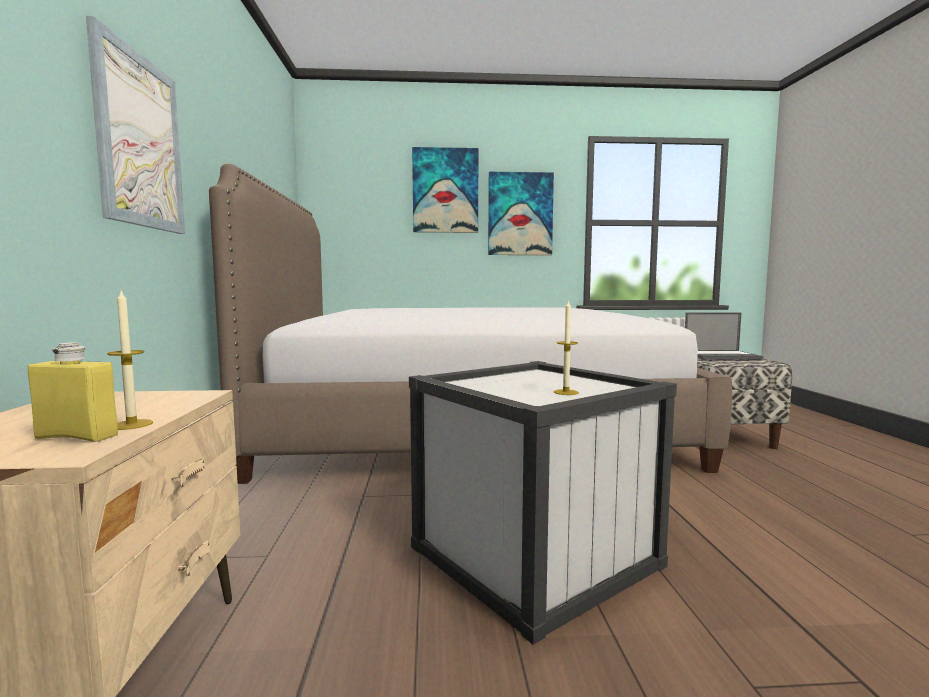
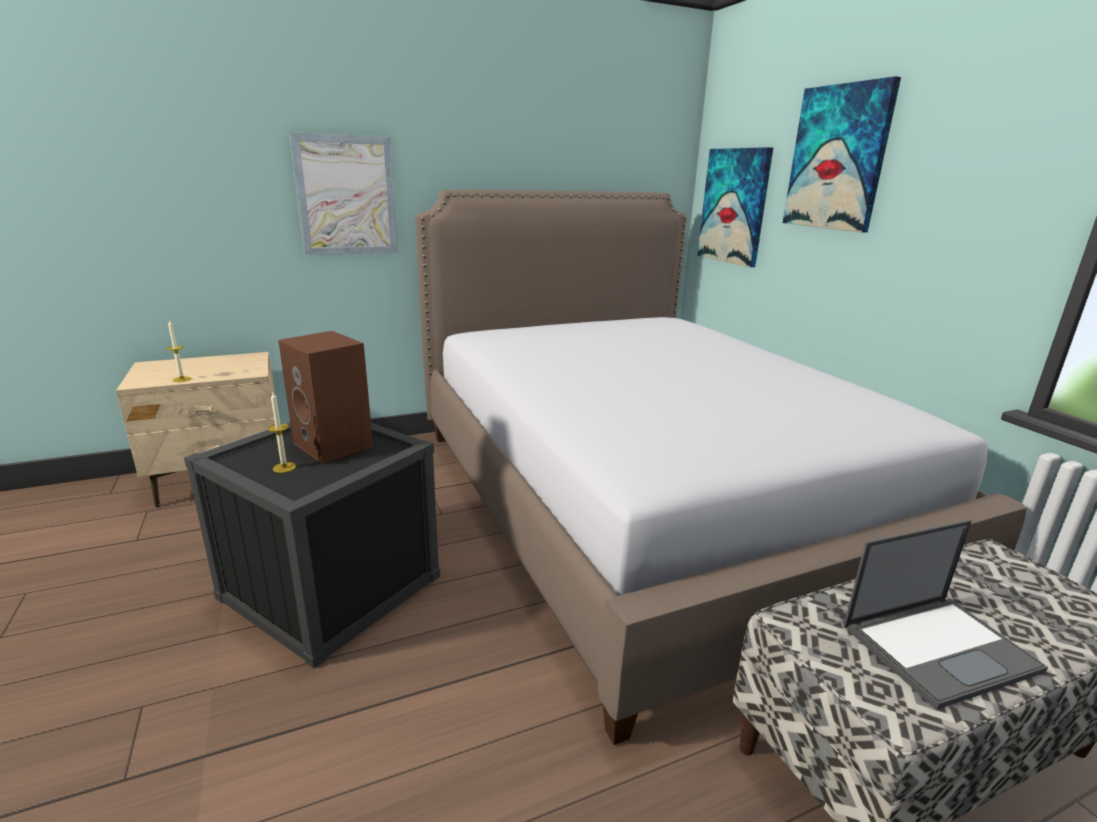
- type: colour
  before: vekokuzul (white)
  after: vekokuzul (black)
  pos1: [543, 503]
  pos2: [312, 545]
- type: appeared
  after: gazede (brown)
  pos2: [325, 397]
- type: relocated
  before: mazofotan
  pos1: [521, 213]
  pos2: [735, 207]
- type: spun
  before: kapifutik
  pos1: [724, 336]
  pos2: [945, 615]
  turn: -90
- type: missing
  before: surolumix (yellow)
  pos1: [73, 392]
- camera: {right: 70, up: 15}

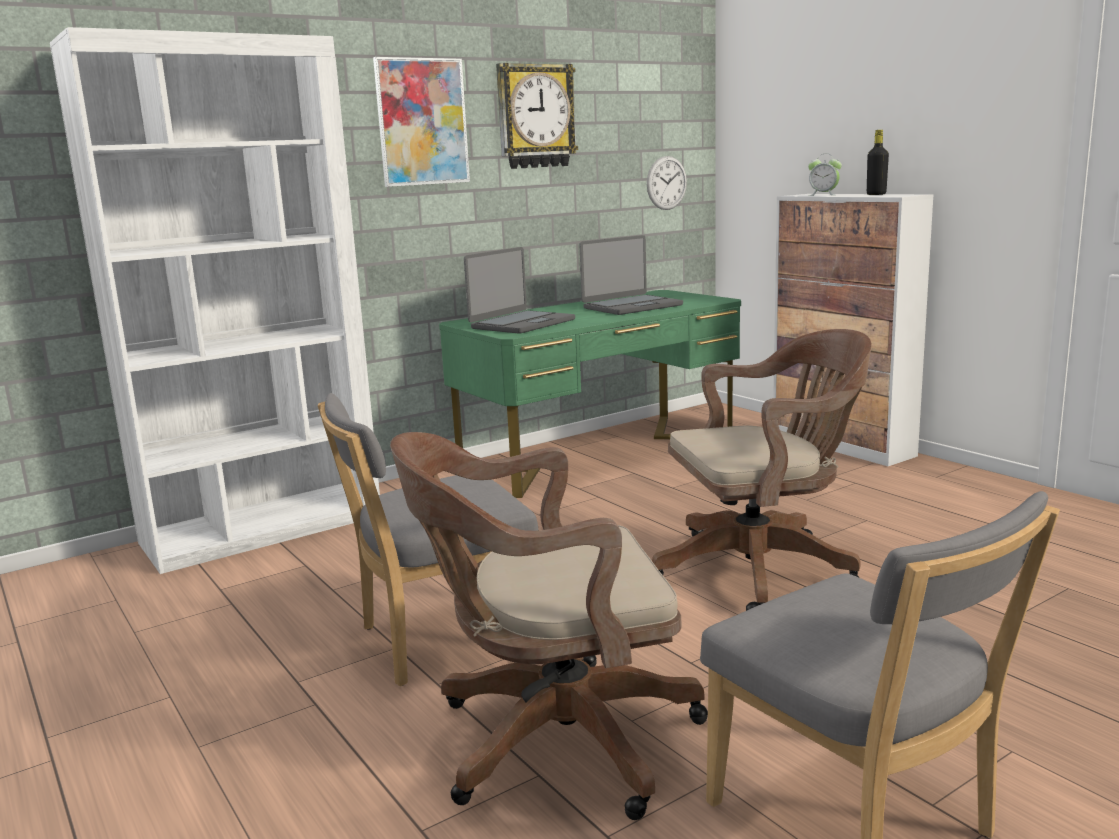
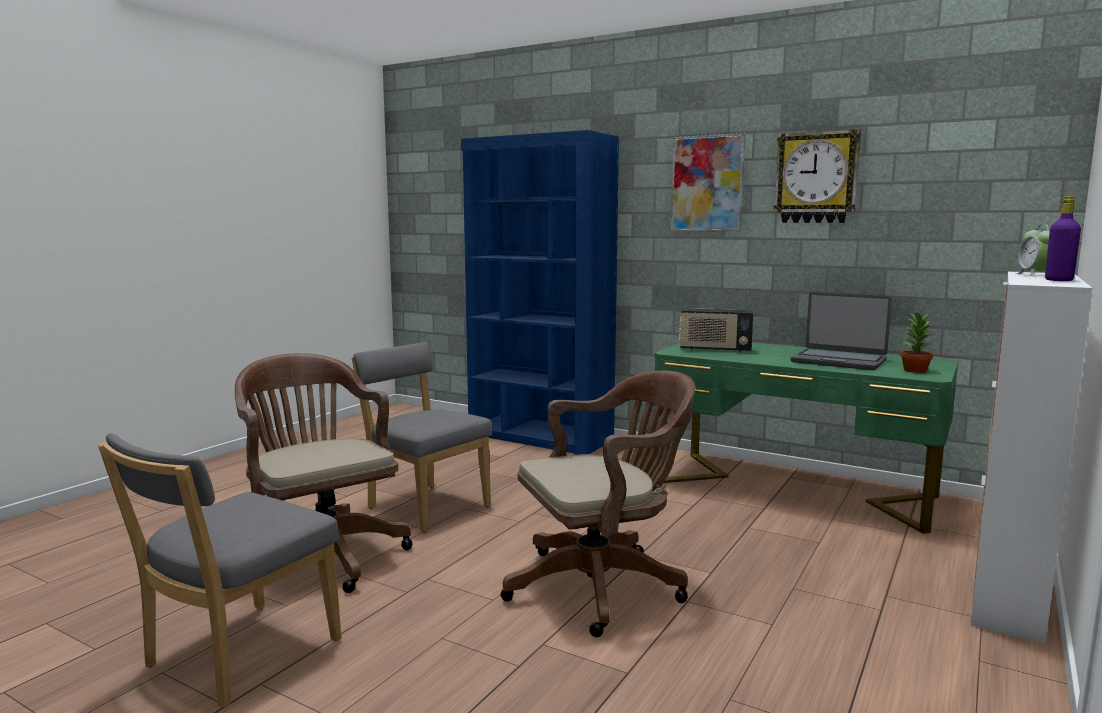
- type: colour
  before: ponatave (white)
  after: ponatave (blue)
  pos1: [215, 300]
  pos2: [540, 292]
- type: spun
  before: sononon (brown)
  pos1: [762, 470]
  pos2: [598, 504]
  turn: -75
- type: exchanged
  before: kapifutik
  after: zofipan
  pos1: [519, 290]
  pos2: [716, 330]
- type: appeared
  after: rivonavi
  pos2: [916, 342]
- type: colour
  before: surolumix (black)
  after: surolumix (purple)
  pos1: [878, 162]
  pos2: [1063, 238]
- type: missing
  before: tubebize
  pos1: [667, 183]
- camera: {right: 65, up: -5}

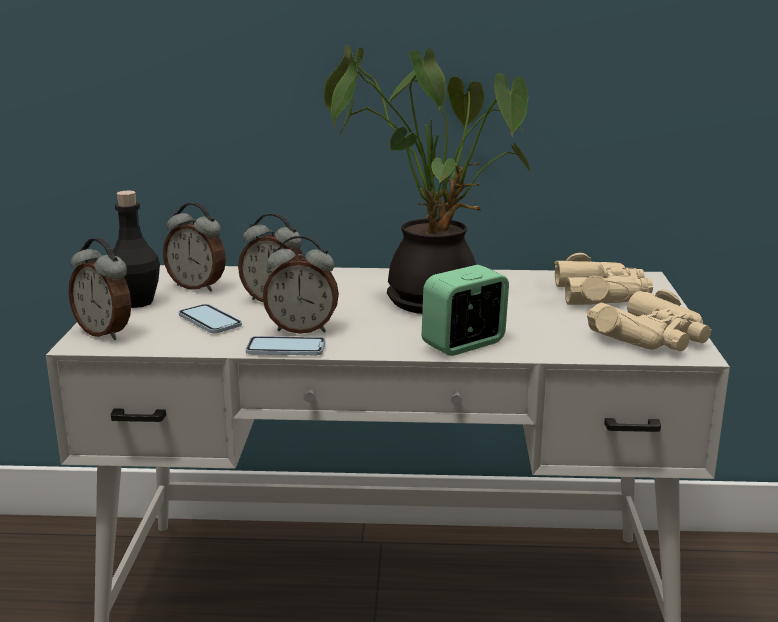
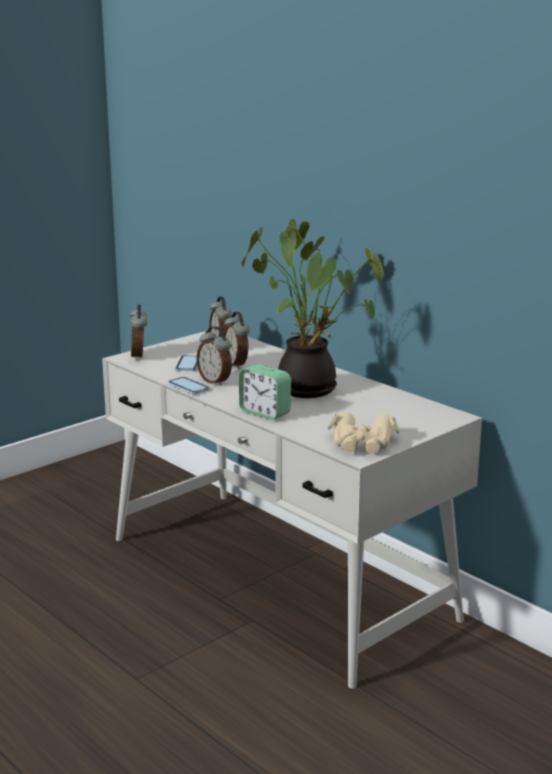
- type: spun
  before: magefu
  pos1: [465, 310]
  pos2: [265, 392]
  turn: -150
- type: missing
  before: surolumix (black)
  pos1: [136, 249]
- type: missing
  before: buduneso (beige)
  pos1: [603, 279]
- camera: {right: 45, up: 0}

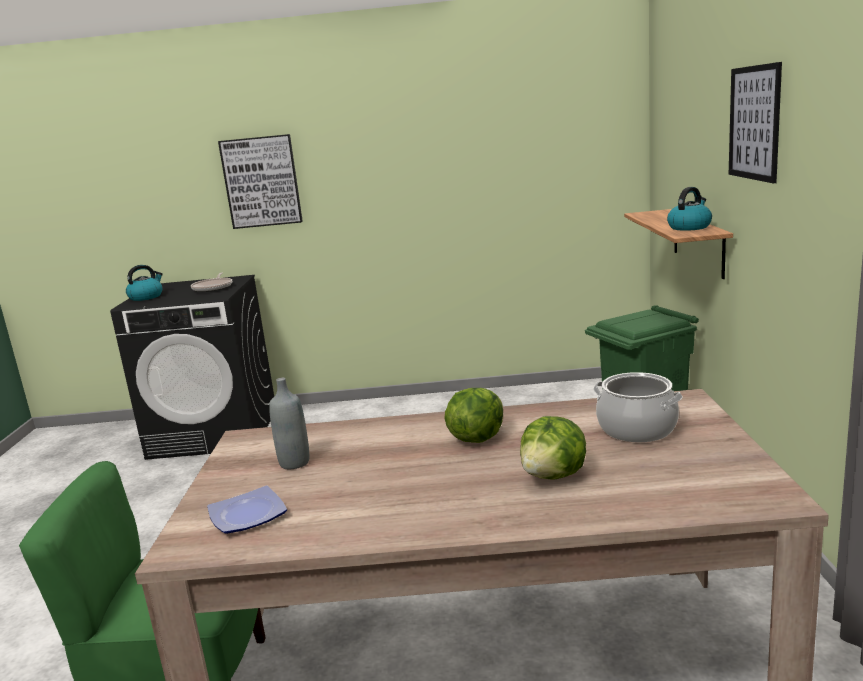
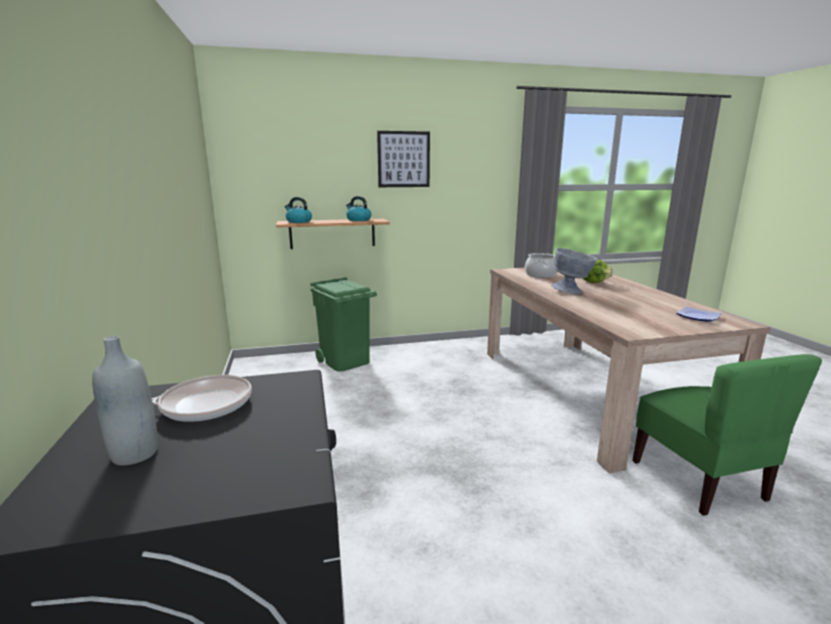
- type: relocated
  before: surolumix (grey)
  pos1: [289, 423]
  pos2: [125, 401]
- type: relocated
  before: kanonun
  pos1: [144, 283]
  pos2: [298, 210]
- type: exchanged
  before: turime
  after: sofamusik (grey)
  pos1: [473, 415]
  pos2: [574, 271]
- type: missing
  before: mazofotan
  pos1: [260, 181]
- camera: {right: -105, up: 0}

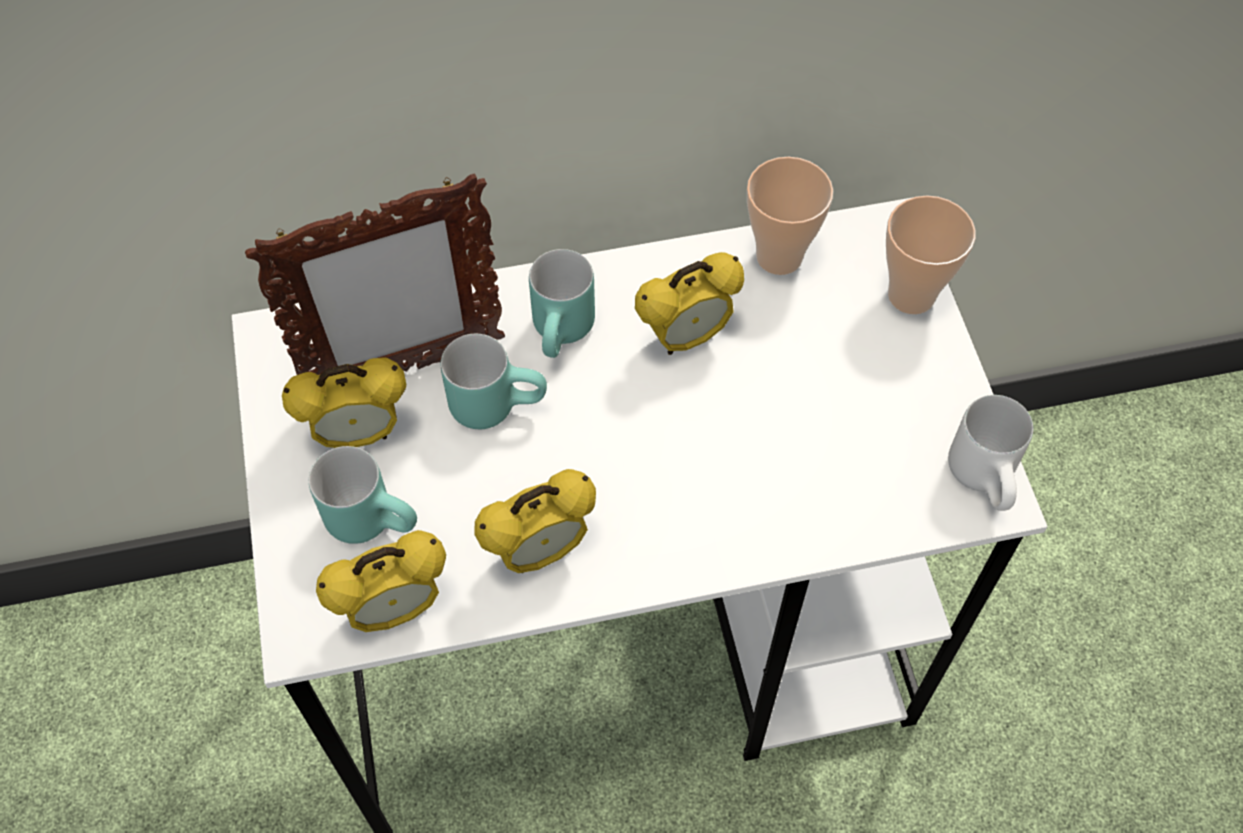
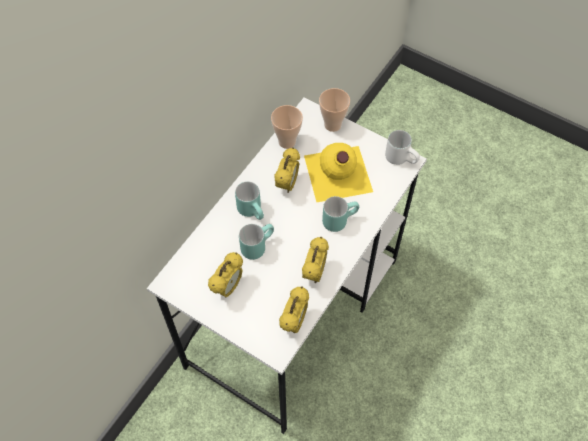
- type: appeared
  after: surolumix (yellow)
  pos2: [338, 172]
- type: relocated
  before: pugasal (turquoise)
  pos1: [363, 495]
  pos2: [340, 214]
- type: missing
  before: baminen
  pos1: [375, 274]
- camera: {right: -45, up: 0}

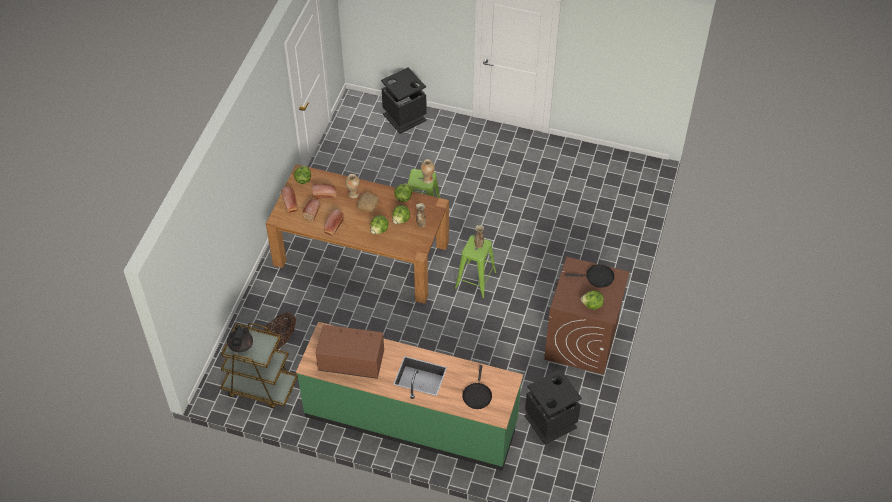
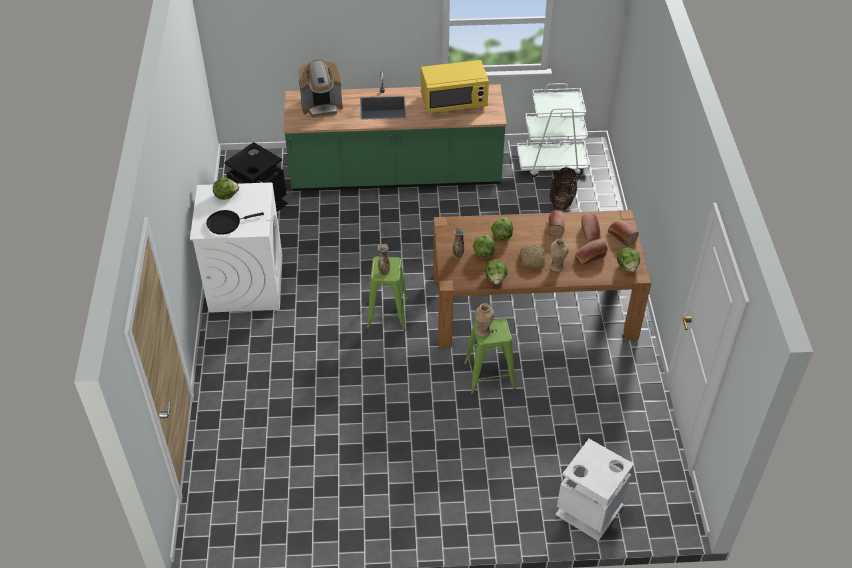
- type: colour
  before: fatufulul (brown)
  after: fatufulul (white)
  pos1: [587, 316]
  pos2: [236, 247]
- type: exchanged
  before: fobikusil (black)
  after: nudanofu
  pos1: [477, 387]
  pos2: [320, 89]
- type: colour
  before: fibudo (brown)
  after: fibudo (yellow)
  pos1: [350, 352]
  pos2: [455, 86]
- type: colour
  before: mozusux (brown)
  after: mozusux (white)
  pos1: [259, 365]
  pos2: [553, 130]
- type: colour
  before: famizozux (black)
  after: famizozux (white)
  pos1: [404, 100]
  pos2: [594, 490]
- type: missing
  before: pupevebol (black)
  pos1: [240, 338]
- camera: {right: 160, up: -5}

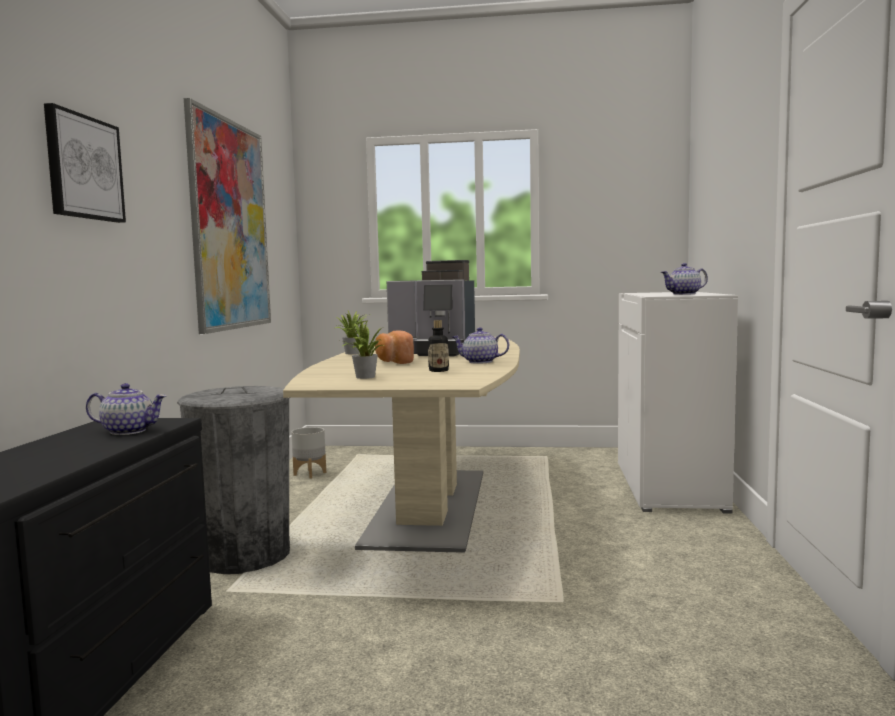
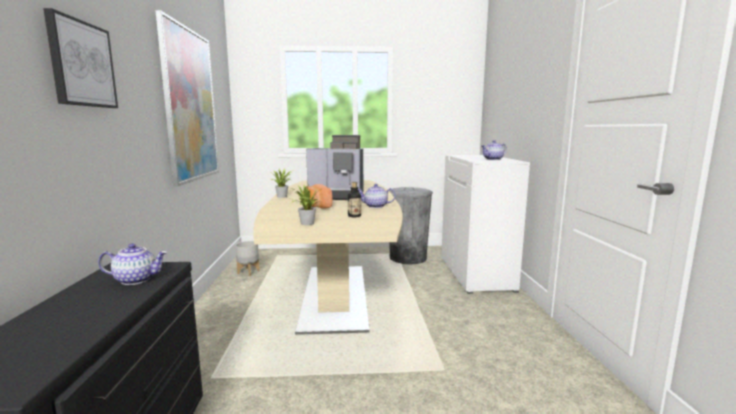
- type: relocated
  before: famizozux (grey)
  pos1: [233, 480]
  pos2: [411, 226]
- camera: {right: -10, up: 5}

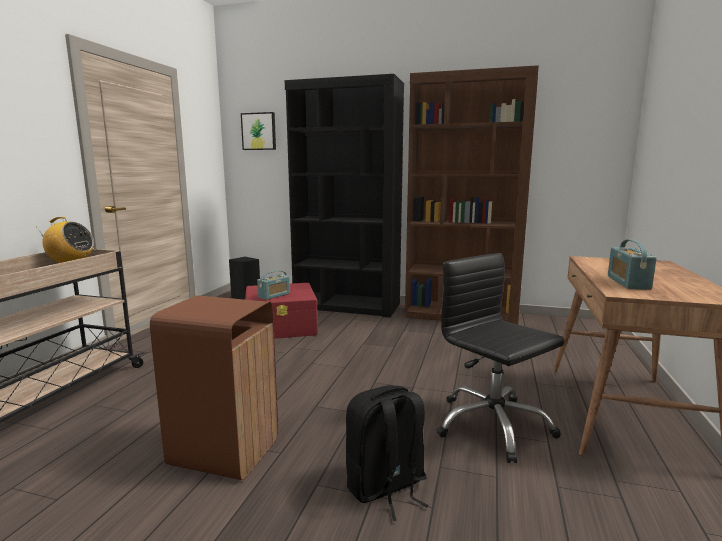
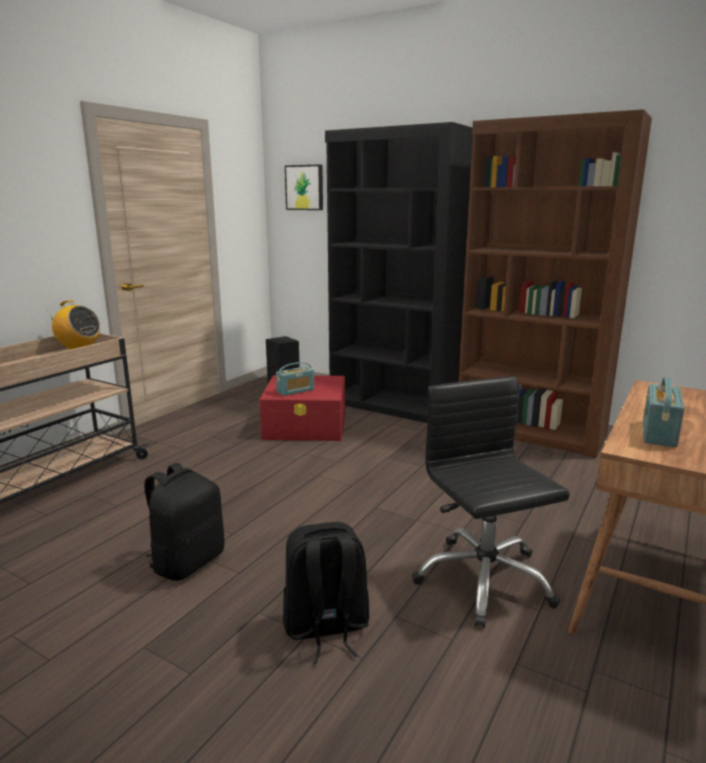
- type: exchanged
  before: famizozux (brown)
  after: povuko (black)
  pos1: [214, 388]
  pos2: [184, 522]
- camera: {right: 15, up: 5}

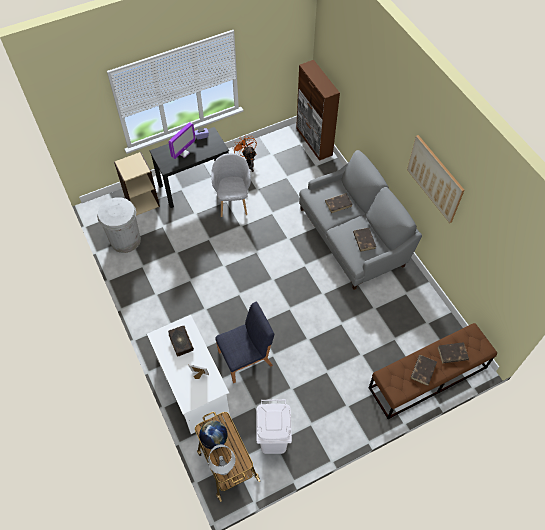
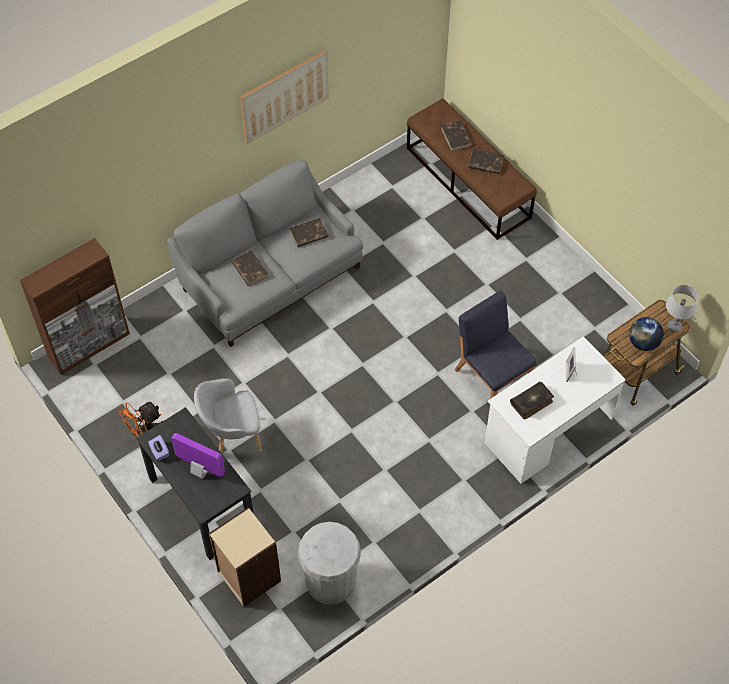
- type: missing
  before: famizozux (white)
  pos1: [274, 426]
- camera: {right: -100, up: 0}

